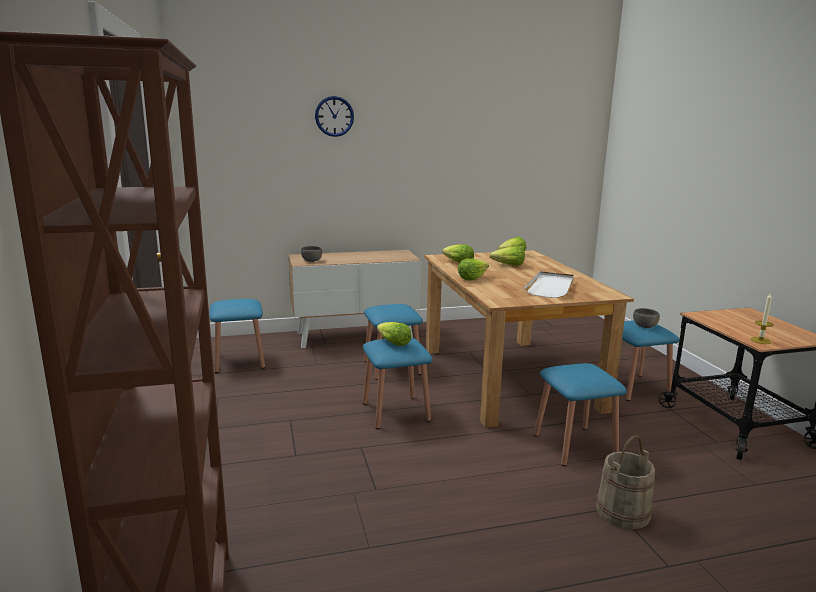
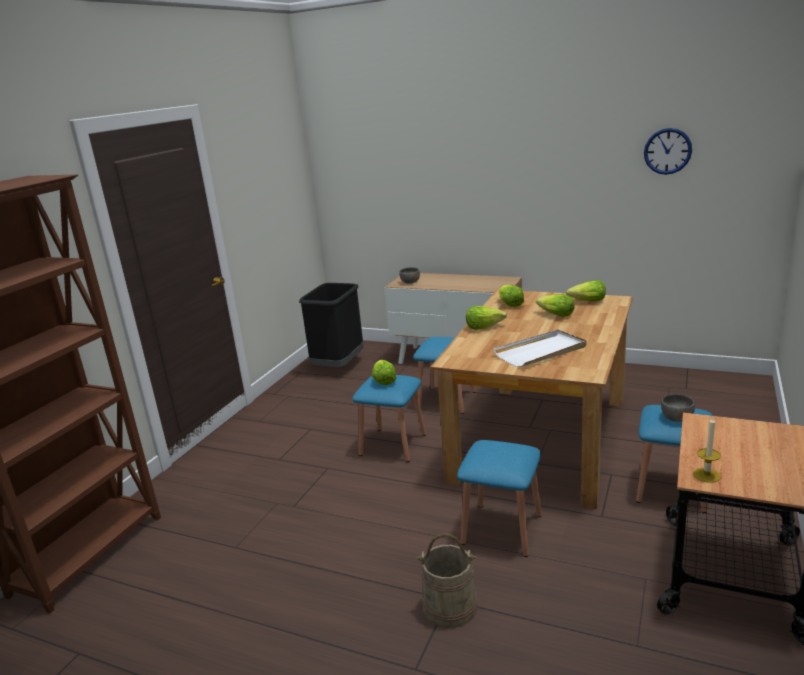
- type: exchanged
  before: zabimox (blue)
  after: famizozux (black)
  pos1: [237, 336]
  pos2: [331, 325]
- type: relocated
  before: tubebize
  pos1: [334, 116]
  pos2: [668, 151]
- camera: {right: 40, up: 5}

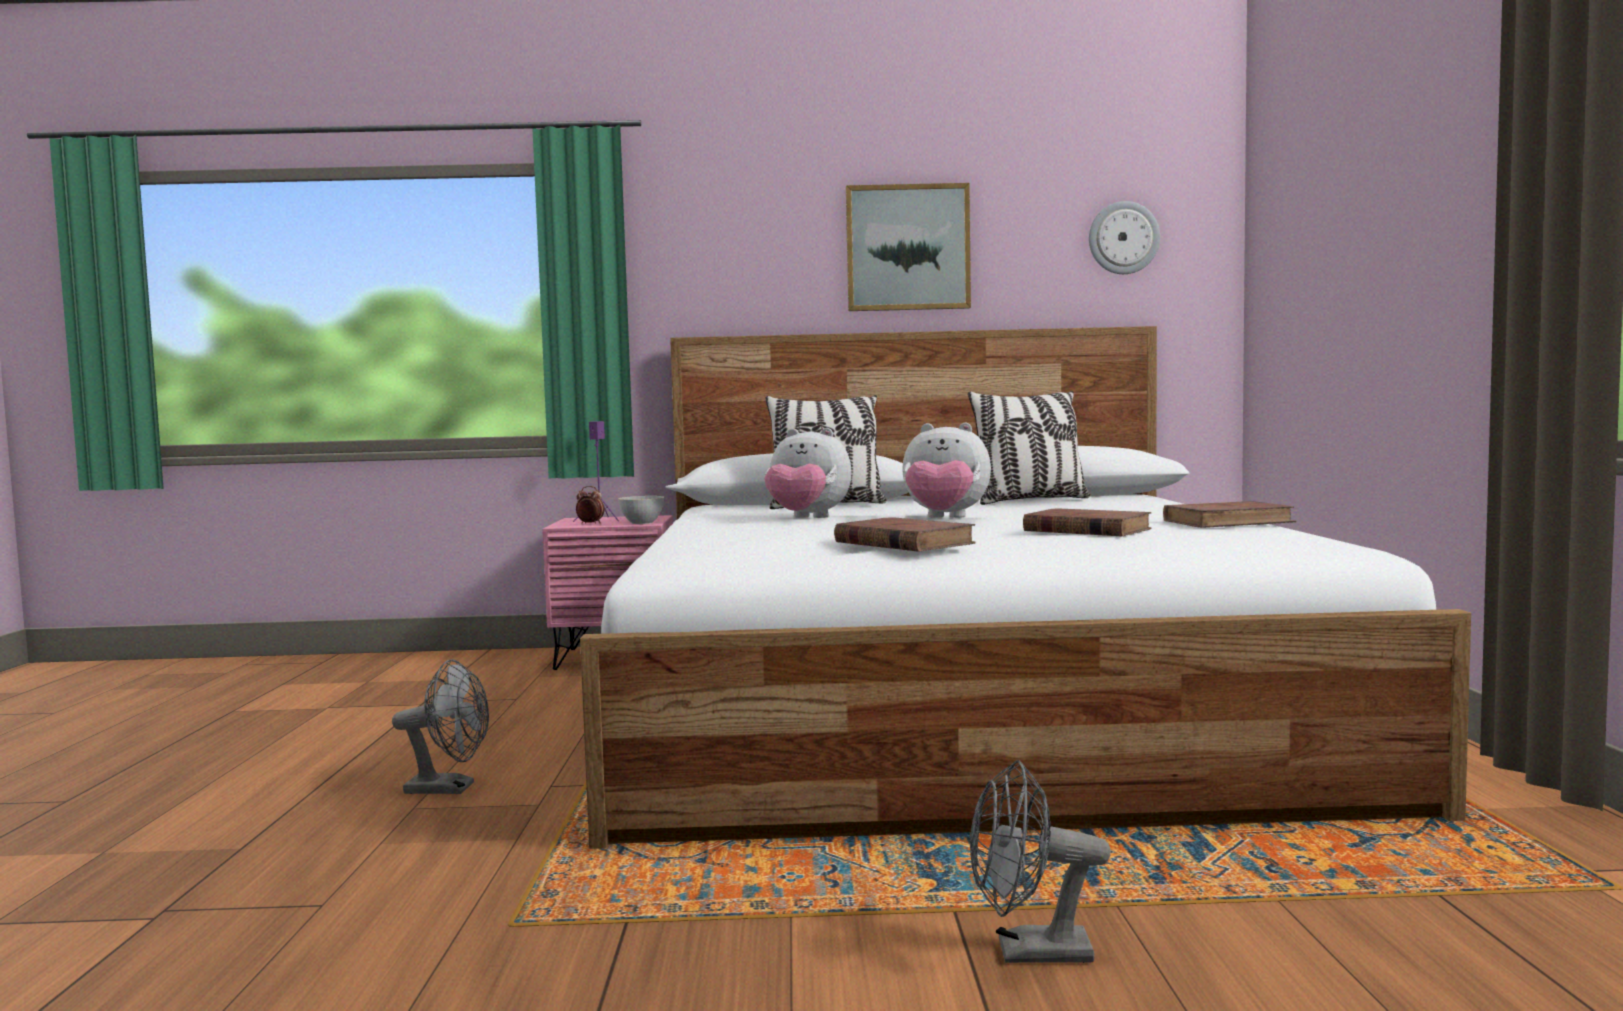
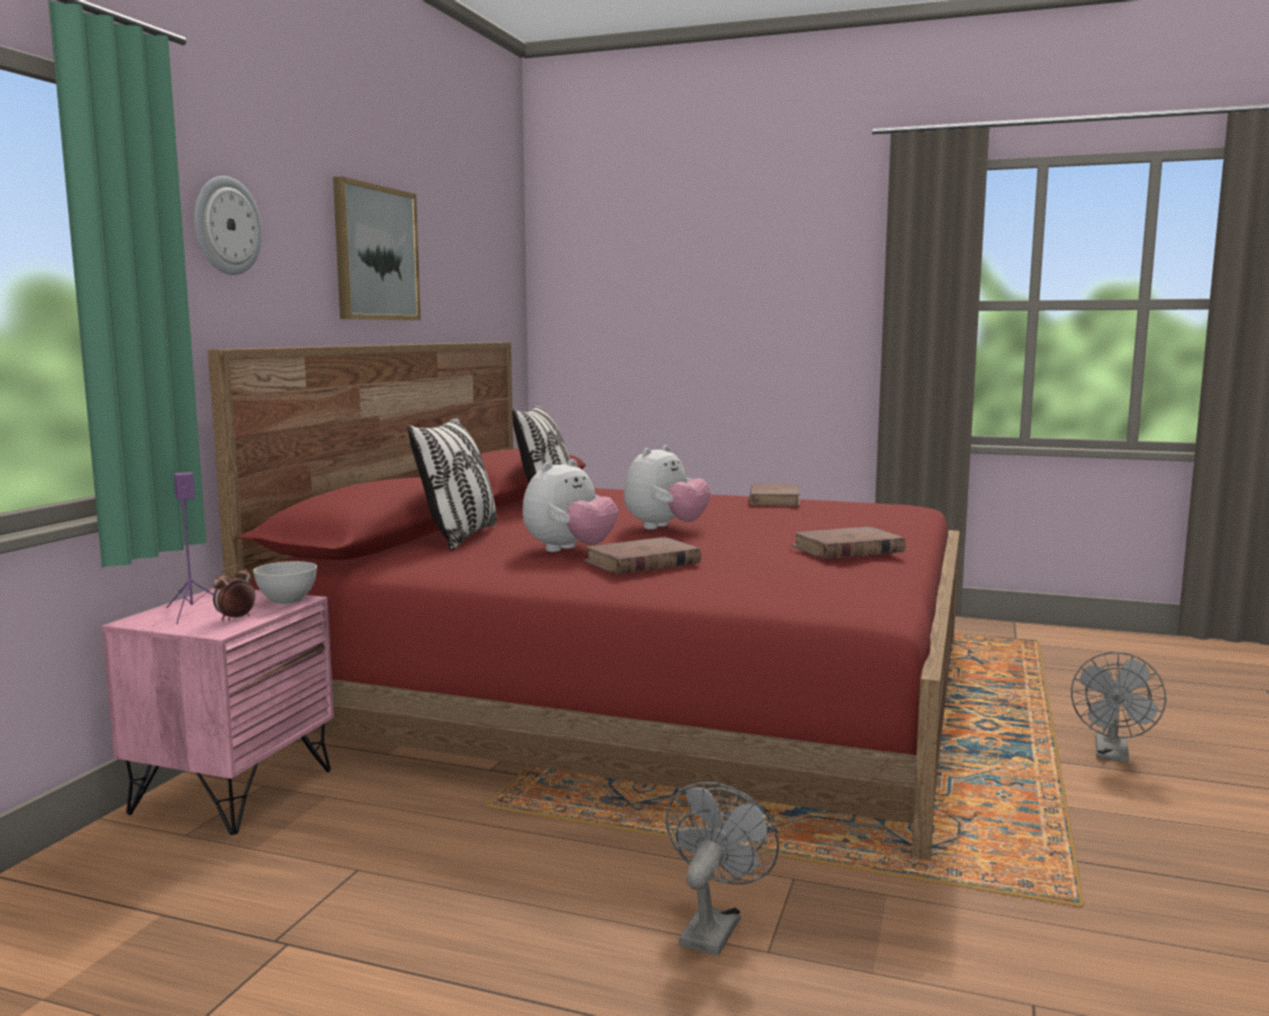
- type: relocated
  before: tubebize
  pos1: [1124, 237]
  pos2: [228, 225]
- type: colour
  before: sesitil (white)
  after: sesitil (red)
  pos1: [1025, 587]
  pos2: [584, 601]
- type: relocated
  before: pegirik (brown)
  pos1: [1087, 522]
  pos2: [642, 556]
- camera: {right: -70, up: 5}

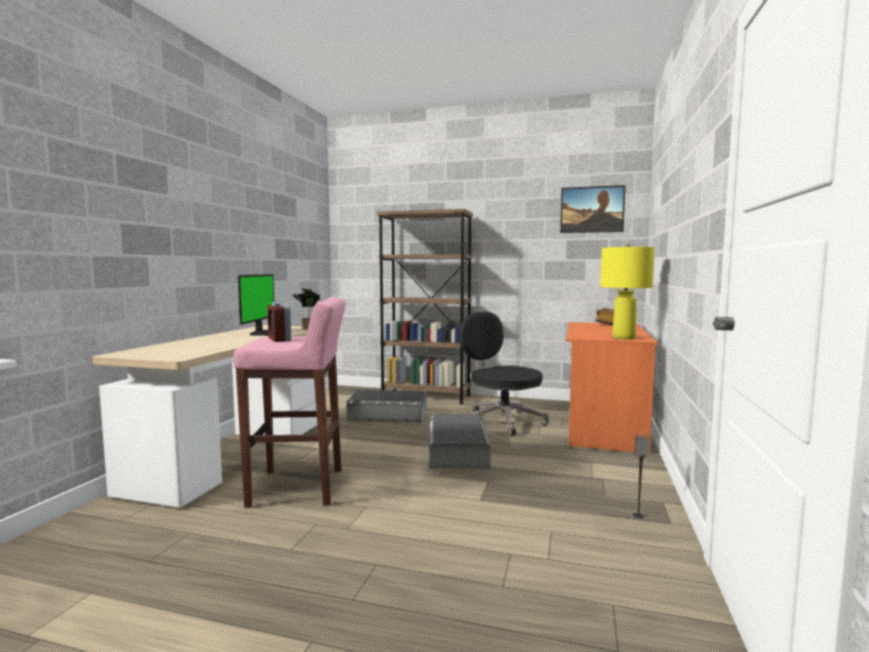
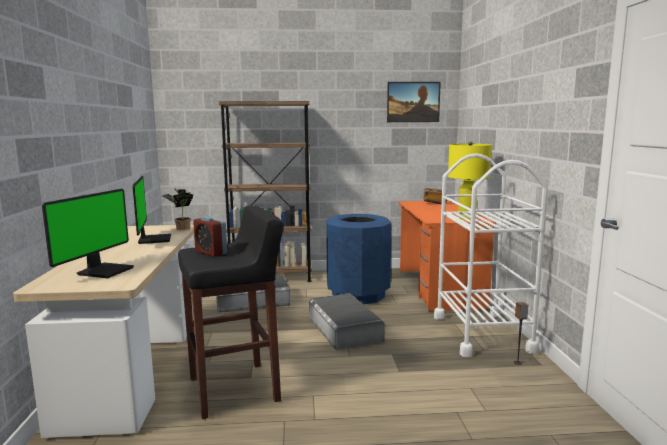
- type: appeared
  after: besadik
  pos2: [88, 233]
- type: colour
  before: zabimox (pink)
  after: zabimox (black)
  pos1: [289, 402]
  pos2: [231, 312]
- type: exchanged
  before: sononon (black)
  after: famizozux (blue)
  pos1: [504, 374]
  pos2: [358, 259]
- type: appeared
  after: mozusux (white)
  pos2: [491, 255]
- camera: {right: -20, up: 5}

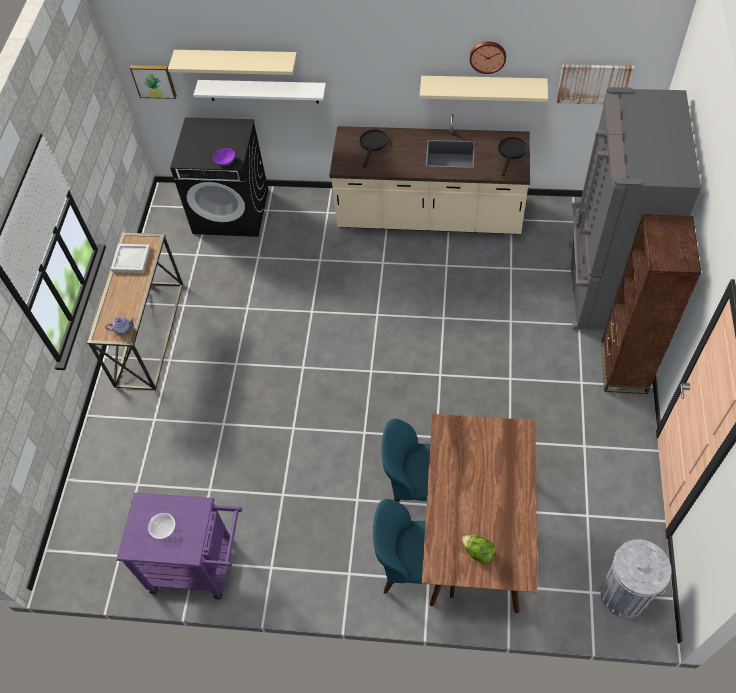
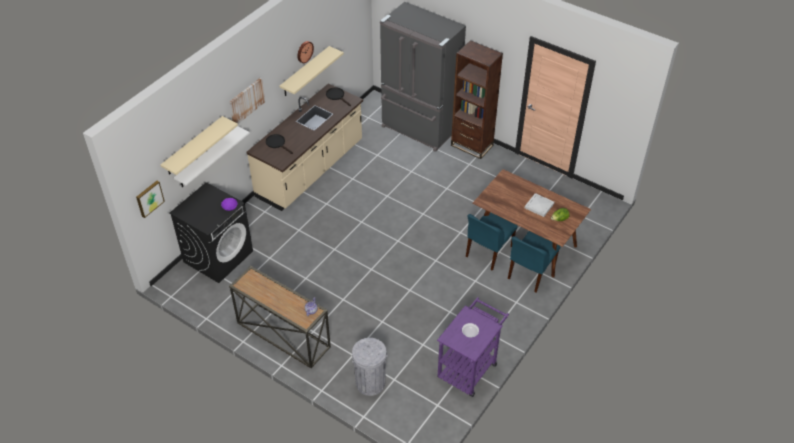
- type: relocated
  before: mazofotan
  pos1: [595, 84]
  pos2: [247, 101]
- type: relocated
  before: famizozux (grey)
  pos1: [636, 578]
  pos2: [370, 367]
- type: relocated
  before: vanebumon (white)
  pos1: [131, 258]
  pos2: [539, 205]
- camera: {right: -65, up: -10}

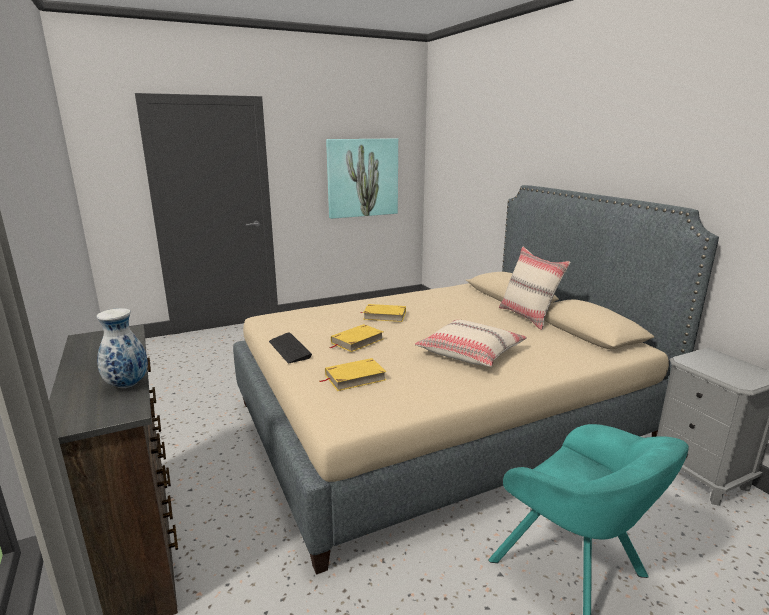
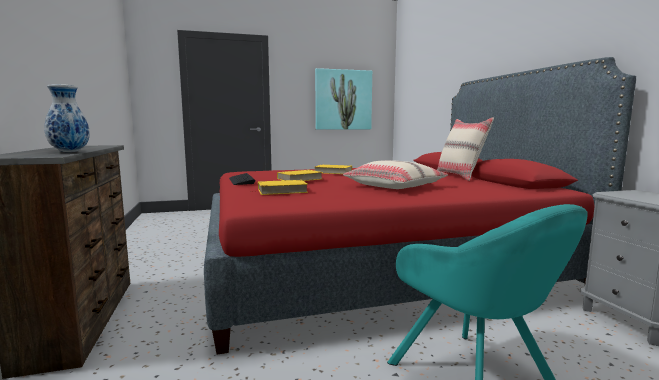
- type: colour
  before: sesitil (beige)
  after: sesitil (red)
  pos1: [476, 380]
  pos2: [420, 206]
- camera: {right: 10, up: -10}

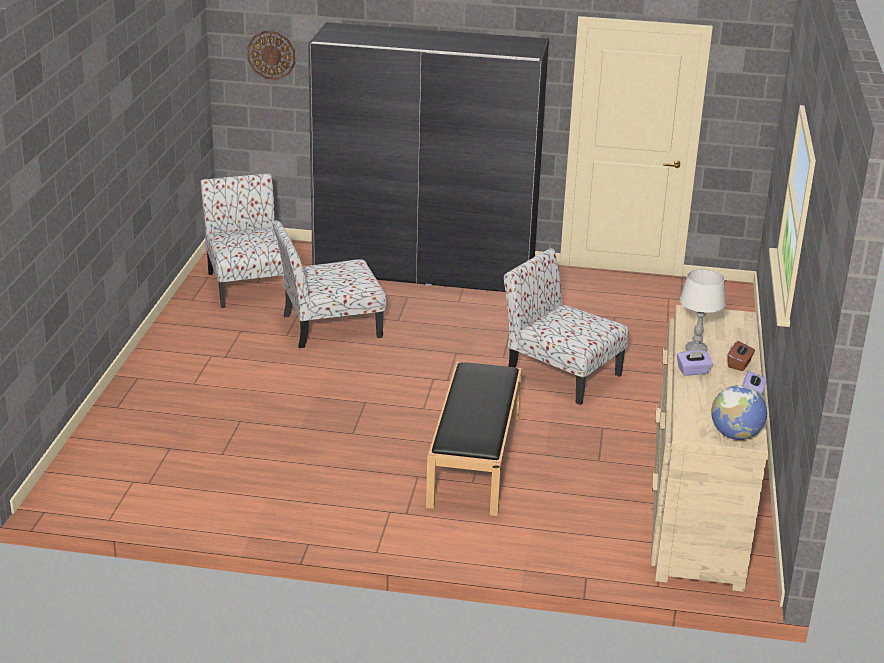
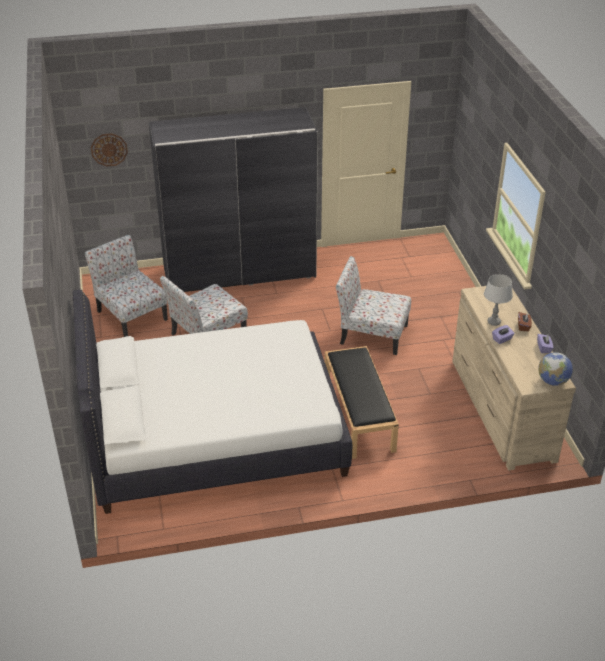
- type: appeared
  after: sesitil (white)
  pos2: [212, 402]
- camera: {right: -20, up: 10}

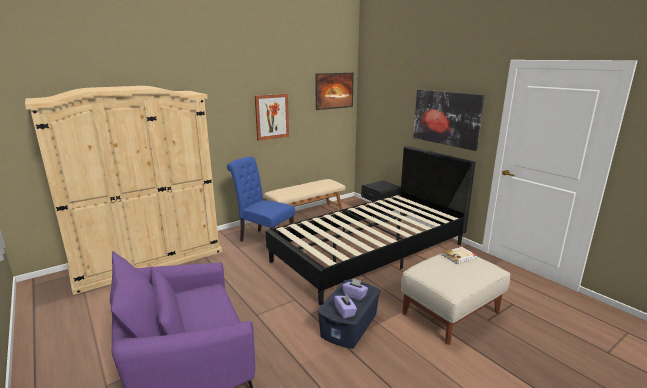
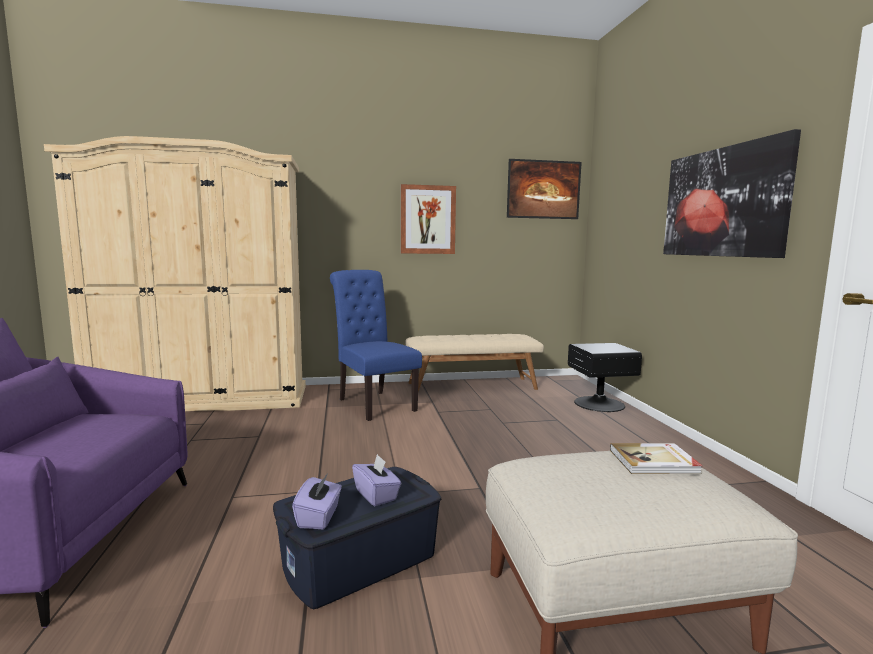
- type: missing
  before: sesitil (black)
  pos1: [371, 225]
- camera: {right: 25, up: -10}

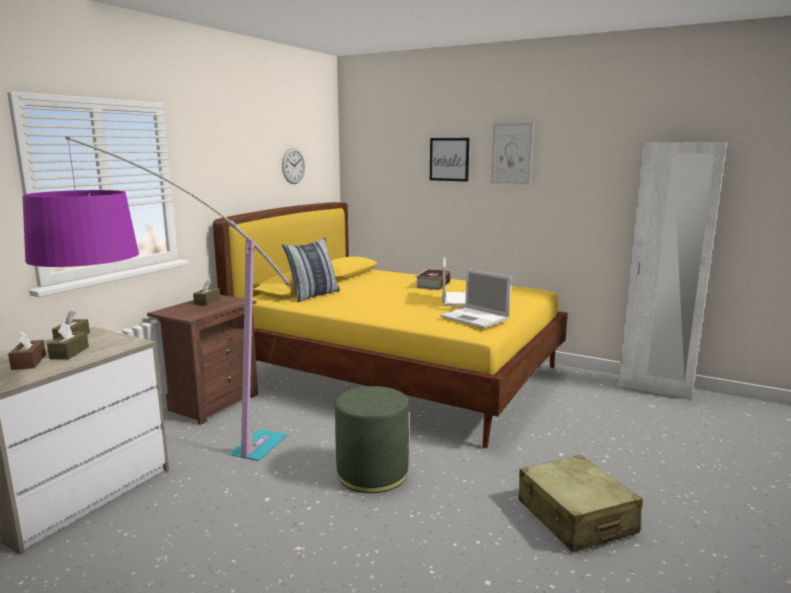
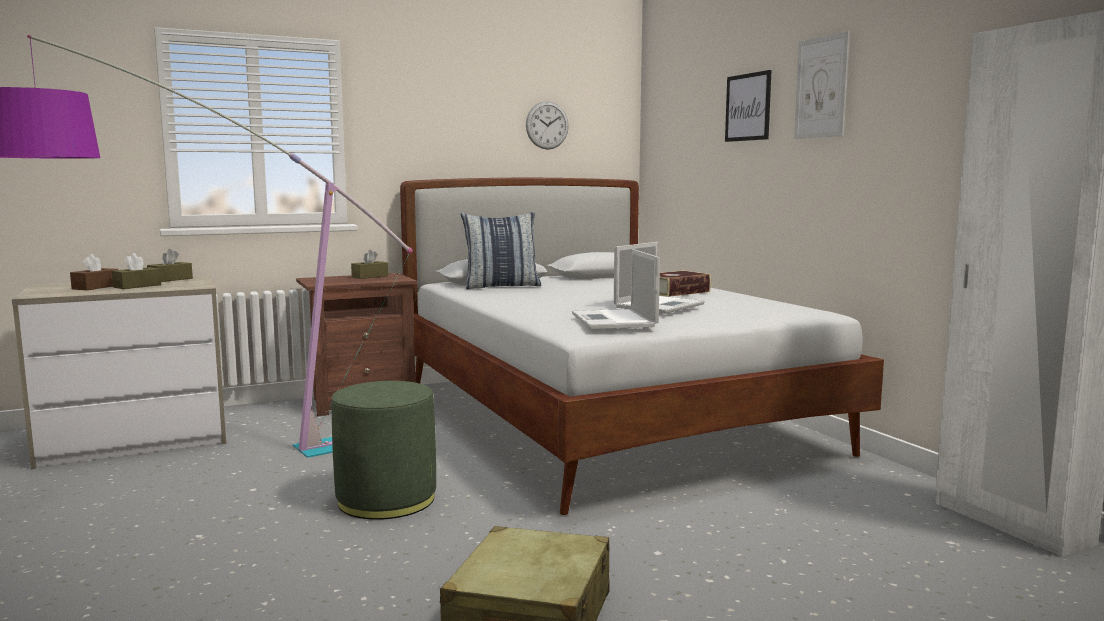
- type: colour
  before: sesitil (yellow)
  after: sesitil (white)
  pos1: [390, 325]
  pos2: [642, 346]
- camera: {right: 35, up: -5}

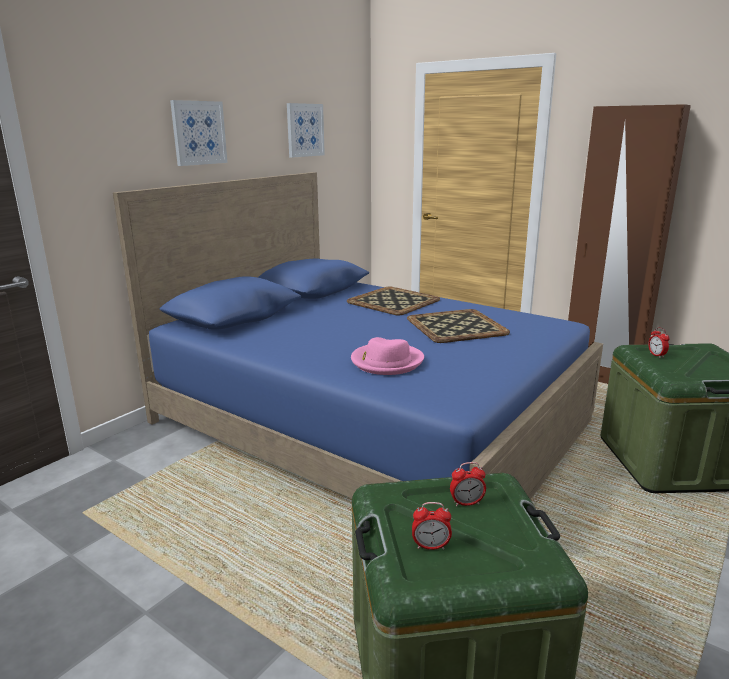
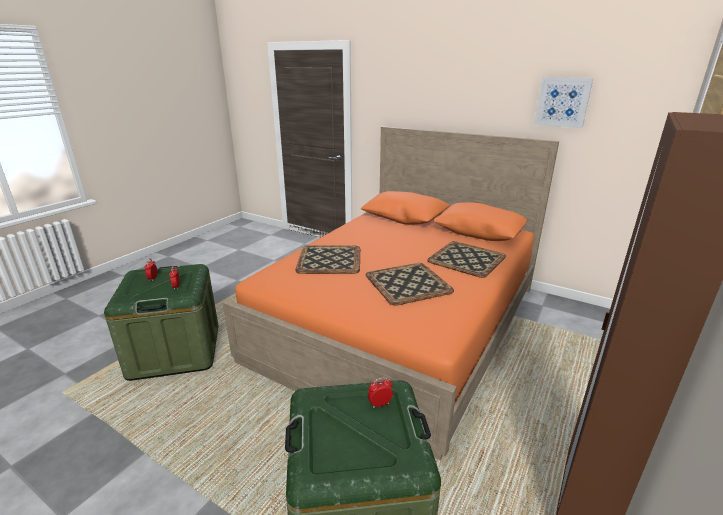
- type: colour
  before: sesitil (blue)
  after: sesitil (orange)
  pos1: [358, 335]
  pos2: [391, 293]
- type: exchanged
  before: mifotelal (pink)
  after: vanebumon
  pos1: [387, 356]
  pos2: [327, 259]
- type: missing
  before: mazofotan
  pos1: [198, 133]
- camera: {right: 85, up: 5}

